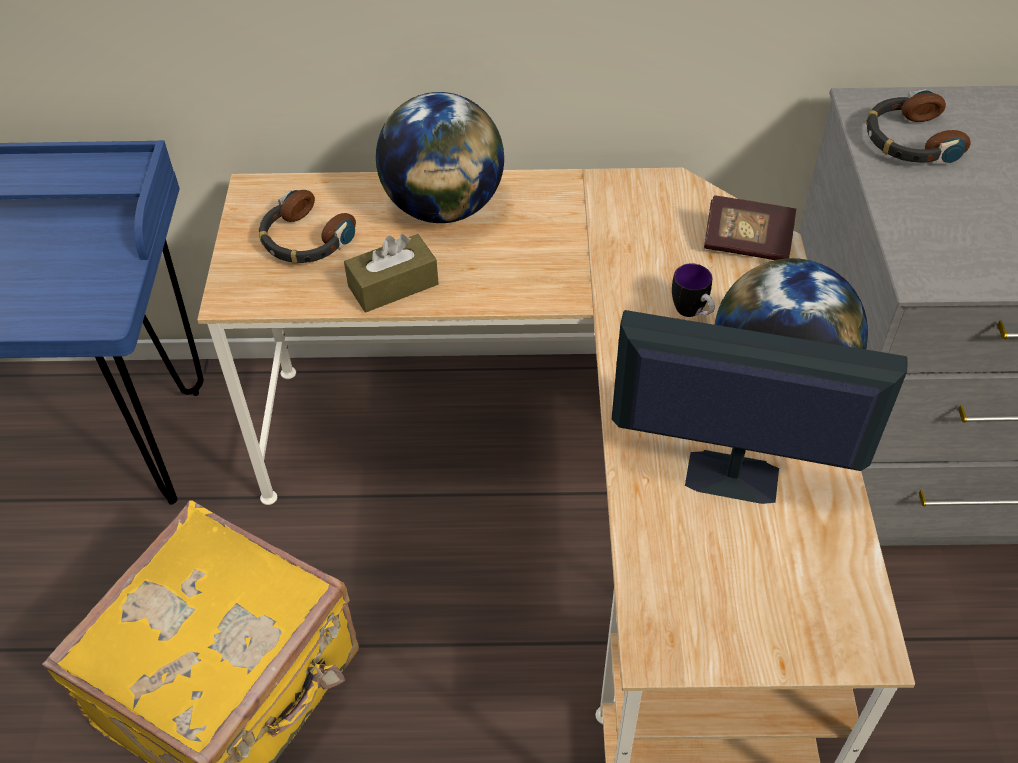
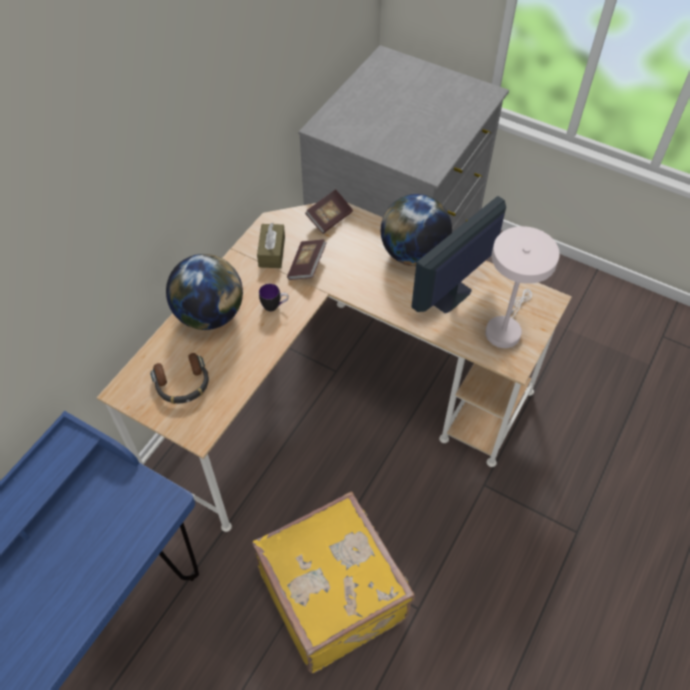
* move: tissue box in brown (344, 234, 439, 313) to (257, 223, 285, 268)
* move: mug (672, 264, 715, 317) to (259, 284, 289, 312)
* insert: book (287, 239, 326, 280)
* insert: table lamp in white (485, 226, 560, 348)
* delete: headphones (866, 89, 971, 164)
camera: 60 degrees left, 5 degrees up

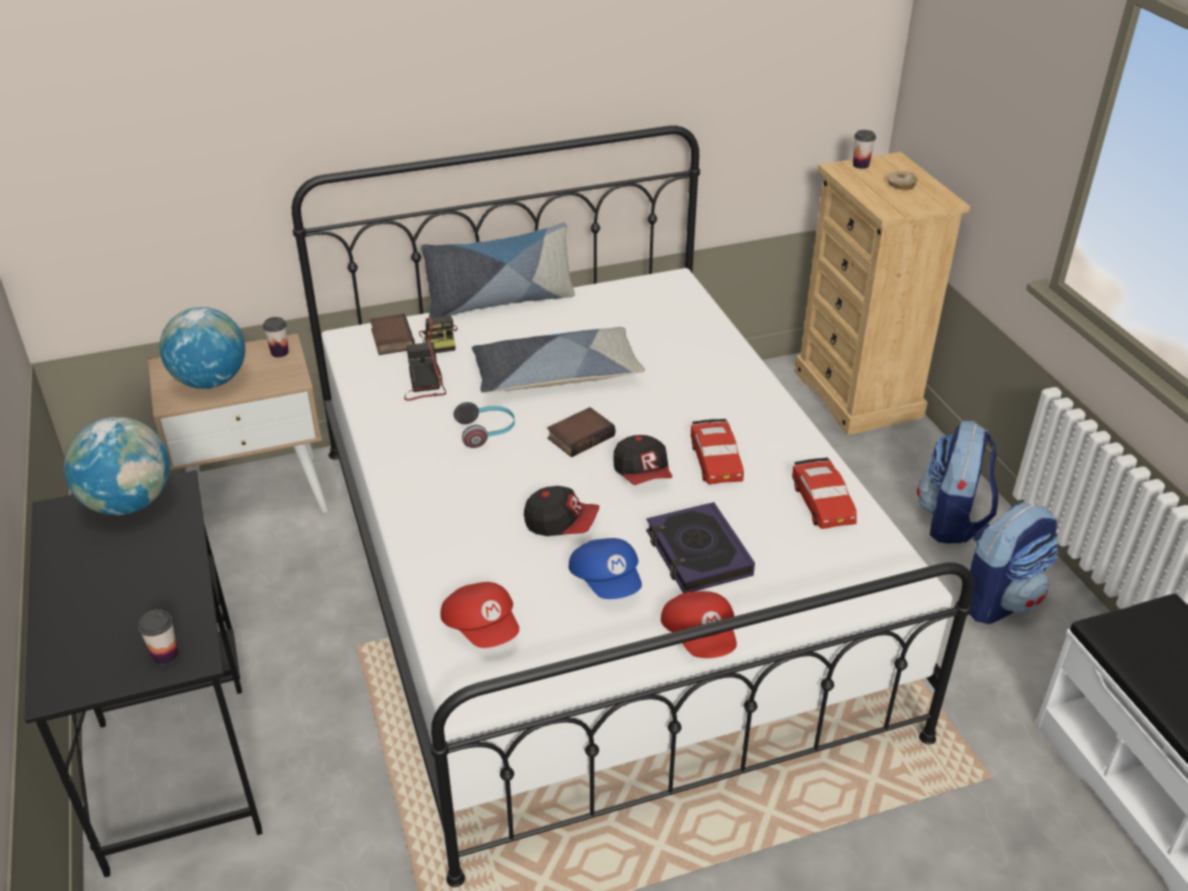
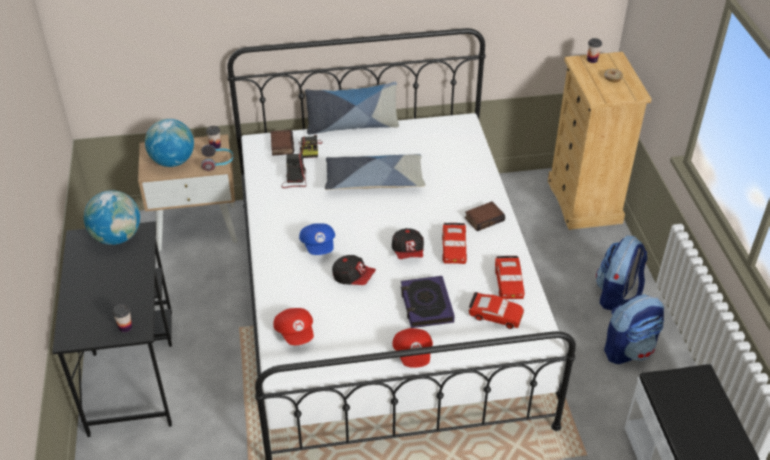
* move: headphones (454, 402, 515, 448) to (201, 145, 233, 171)
* move: cap in blue (569, 538, 642, 599) to (299, 223, 335, 255)
* move: book (547, 407, 615, 457) to (465, 202, 505, 231)
* insert: toy car in red (468, 292, 524, 329)
camera: 10 degrees right, 5 degrees up

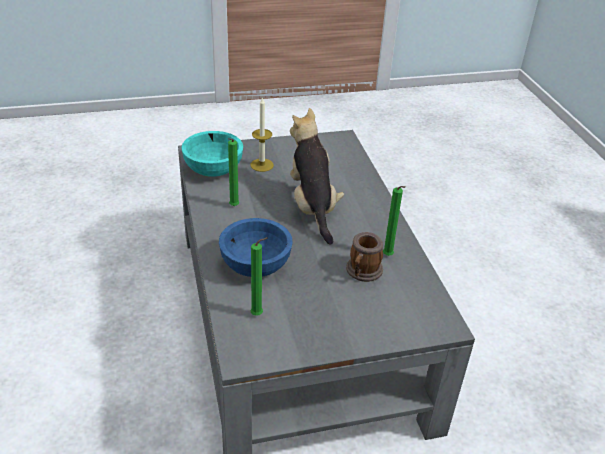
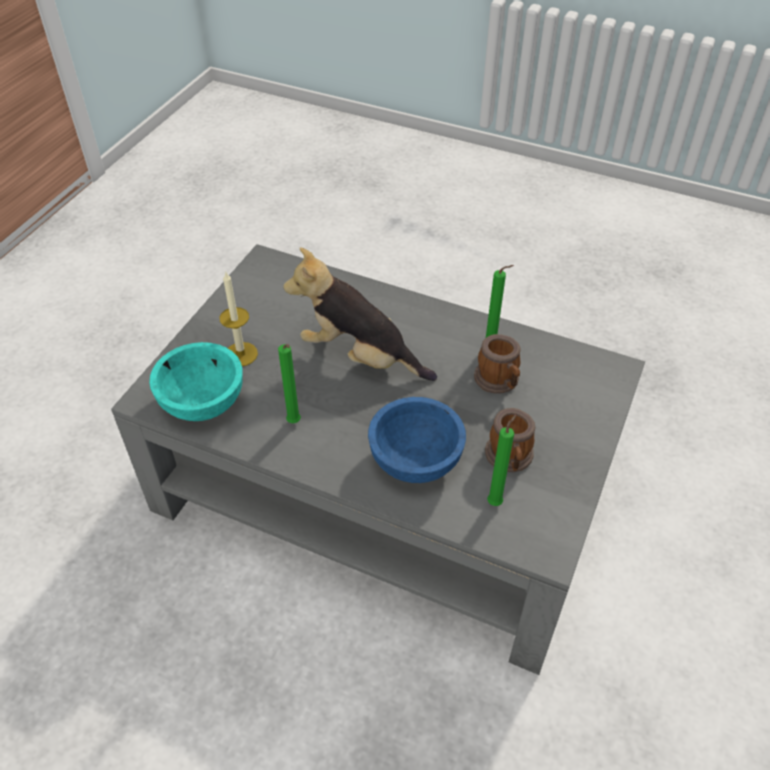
* insert: mug (485, 408, 535, 472)
camera: 50 degrees left, 10 degrees up

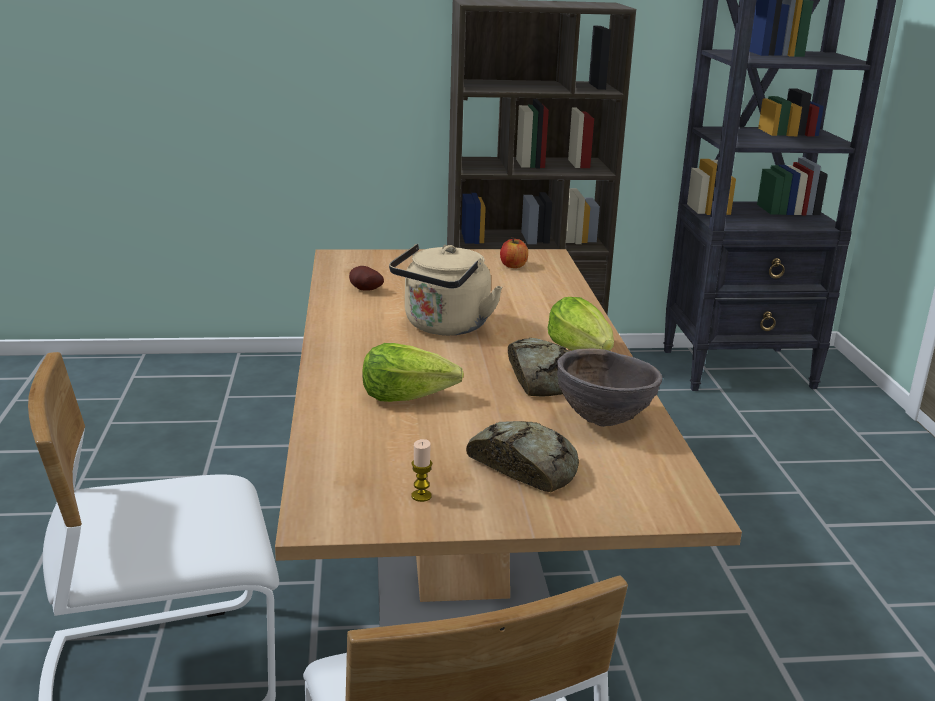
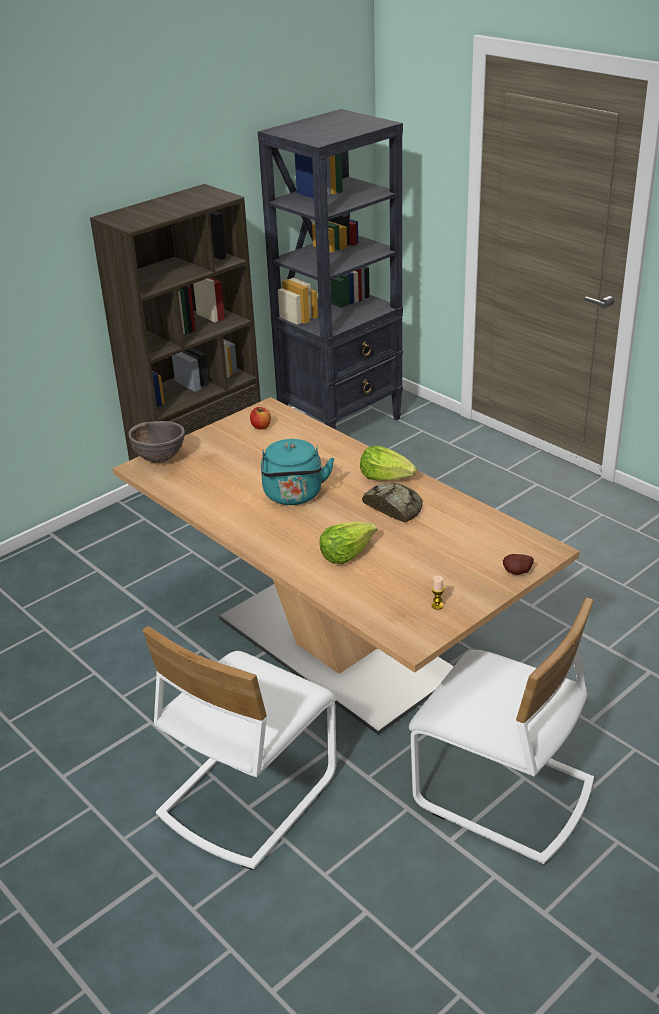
* move: bowl in brown (557, 349, 662, 427) to (128, 421, 185, 463)
* recolor: kettle in beige (389, 244, 503, 335) to kettle in turquoise (261, 439, 334, 505)
* move: potato (349, 266, 384, 290) to (503, 554, 534, 575)
* delete: bread (466, 421, 579, 492)
camera: 35 degrees left, 10 degrees up

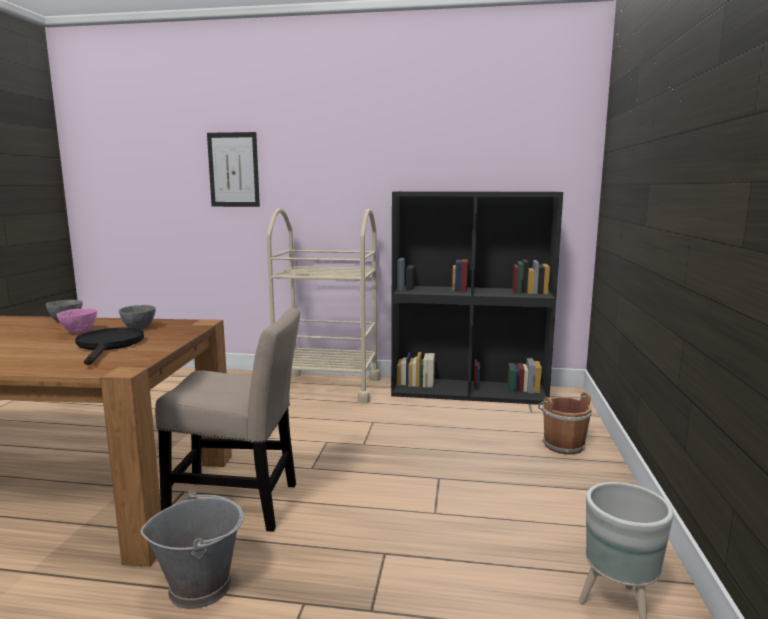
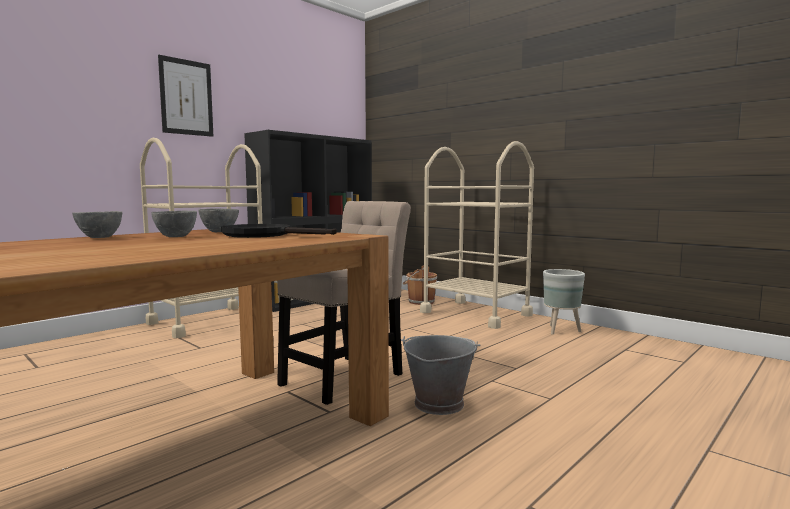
* recolor: bowl in pink (57, 308, 97, 334) to bowl in grey (151, 211, 197, 237)
* move: picture (207, 132, 260, 207) to (158, 55, 213, 137)
* insert: cart in beige (420, 141, 534, 329)
camera: 55 degrees left, 5 degrees down

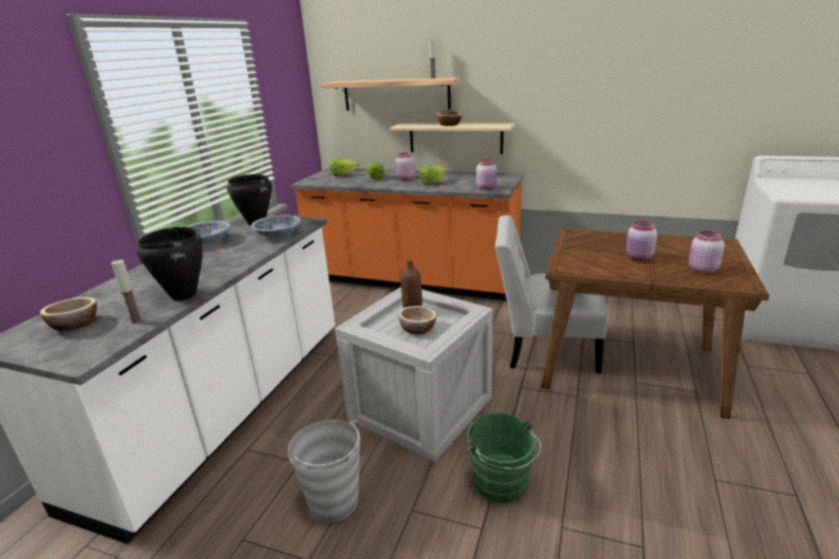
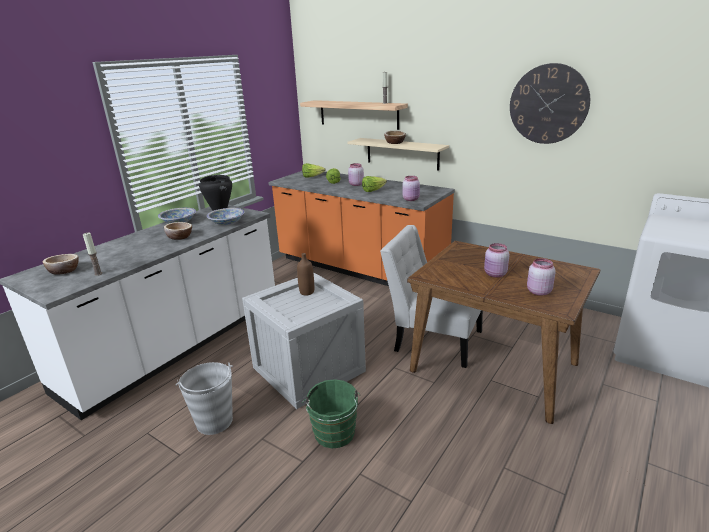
* move: bowl (398, 306, 437, 334) to (164, 222, 192, 240)
* insert: wall clock (510, 63, 590, 144)
* delete: cooking pot in black (137, 227, 204, 301)
camera: 15 degrees right, 0 degrees up

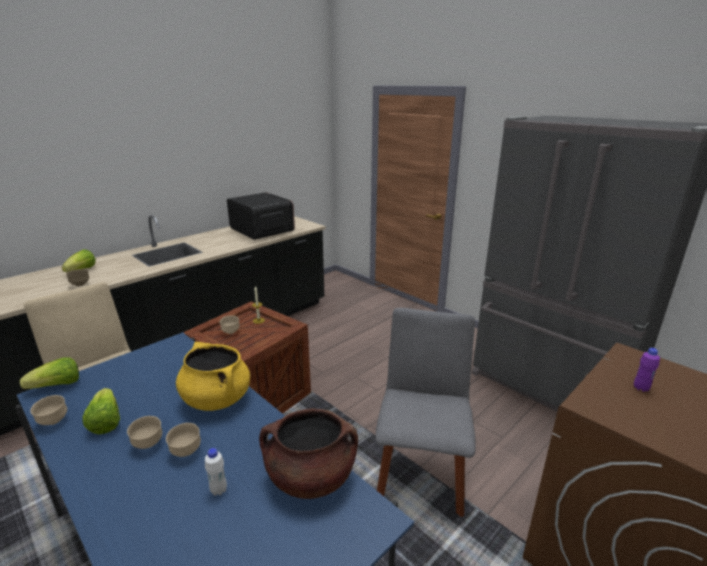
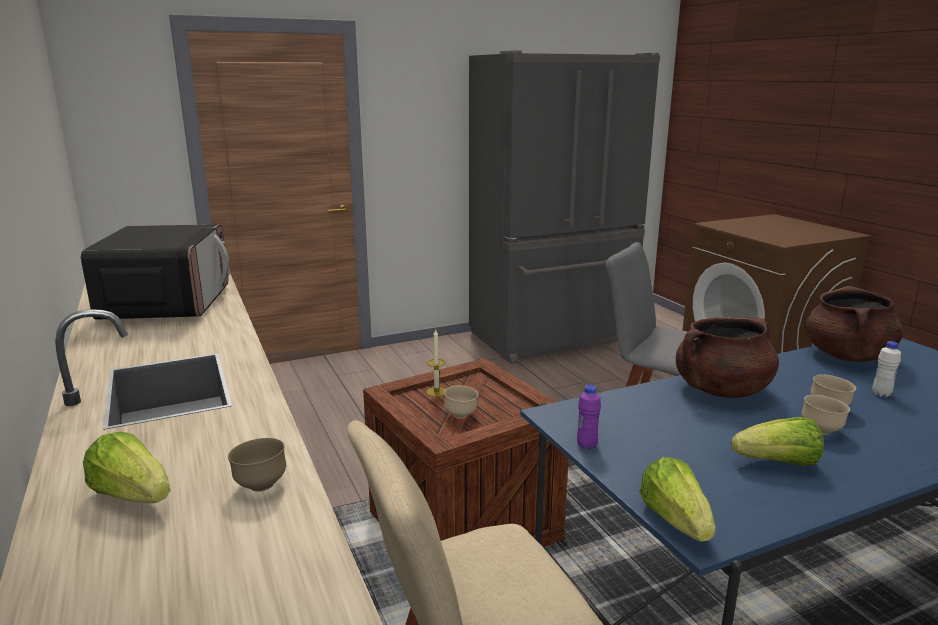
* rotate: microwave (227, 192, 295, 240) = (81, 224, 230, 320) 105 degrees clockwise
* move: bottle in purple (634, 348, 660, 392) to (577, 385, 601, 449)
* recolor: cooking pot in yellow (176, 342, 250, 411) to cooking pot in brown (676, 317, 779, 398)
* delete: bowl in beige (30, 395, 67, 425)
camera: 70 degrees left, 5 degrees down

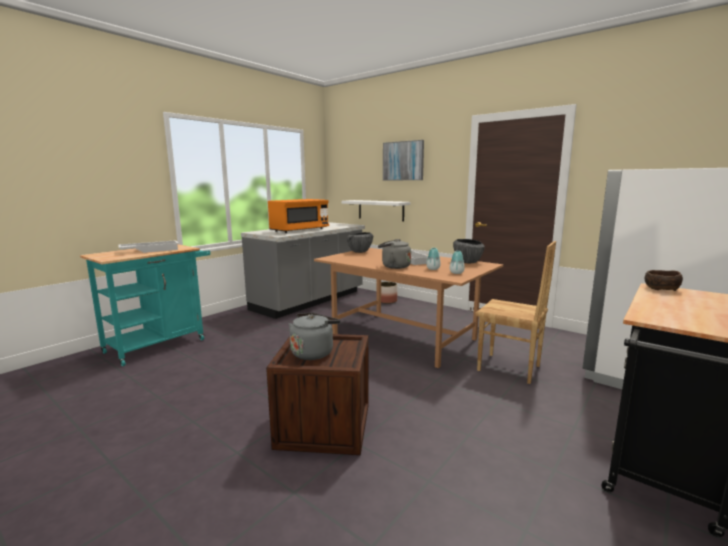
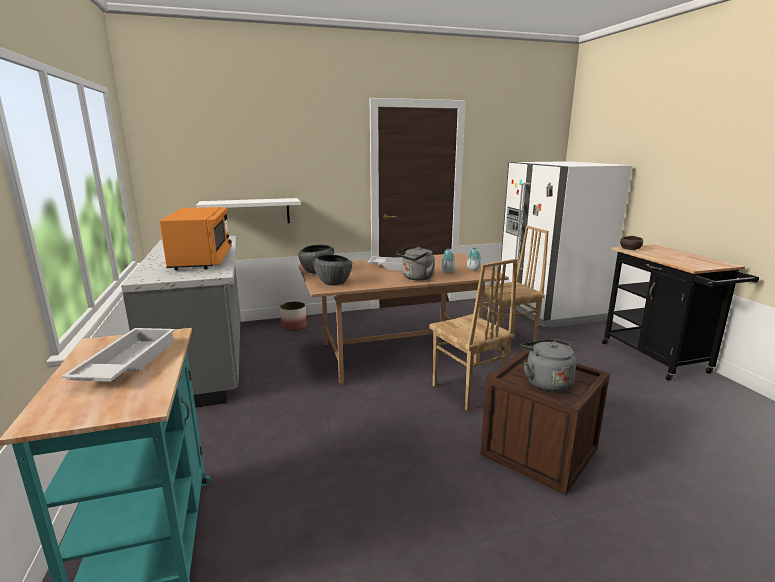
* move: bowl (453, 239, 485, 263) to (313, 255, 352, 286)
* insert: chair in brown (429, 259, 517, 411)
* delete: picture (383, 140, 424, 180)
camera: 55 degrees left, 5 degrees up

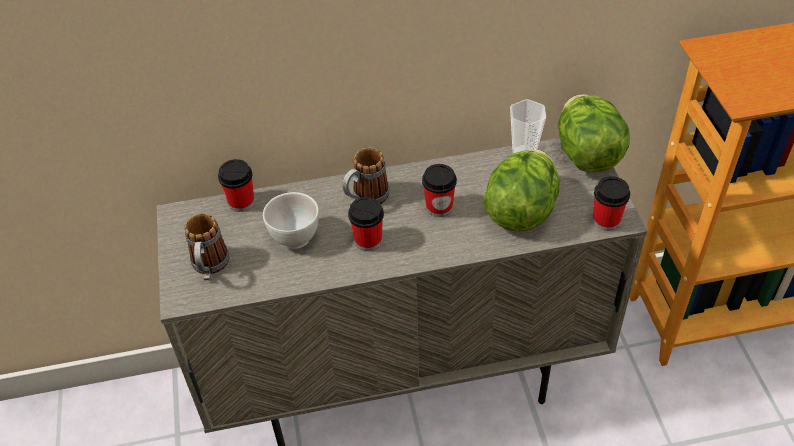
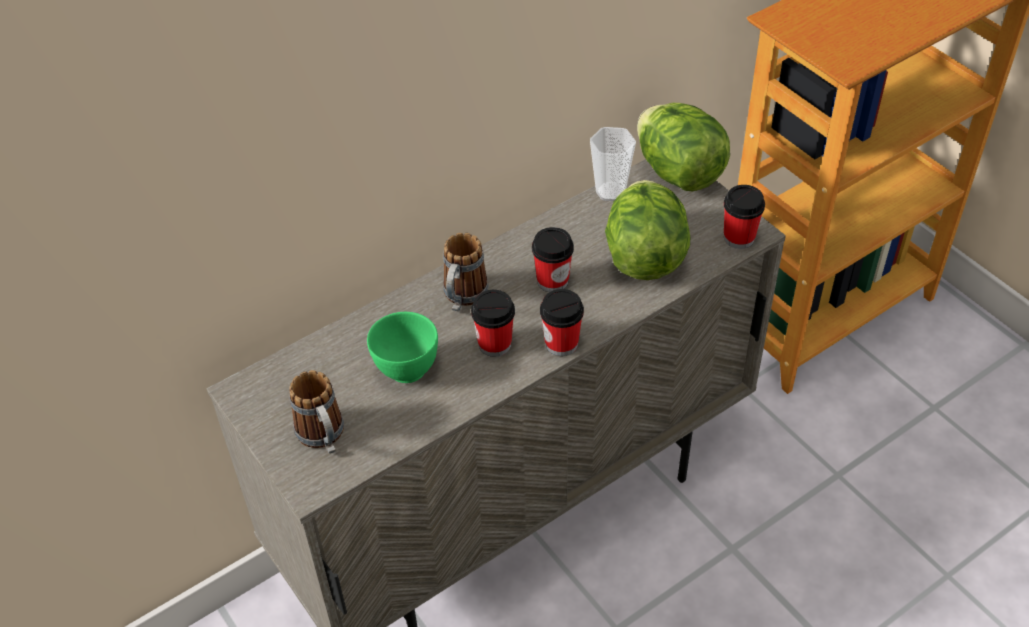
* recolor: bowl in white (263, 192, 319, 249) to bowl in green (367, 312, 438, 383)
* move: cup (218, 159, 254, 212) to (540, 289, 584, 356)
camera: 25 degrees left, 0 degrees up

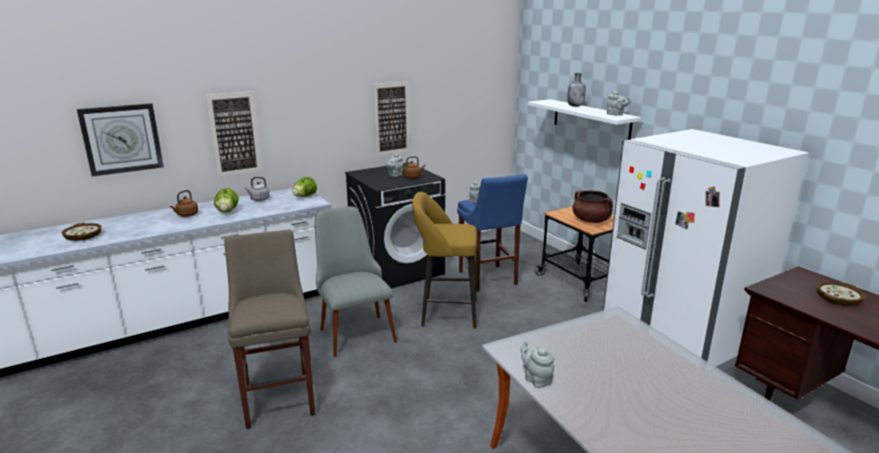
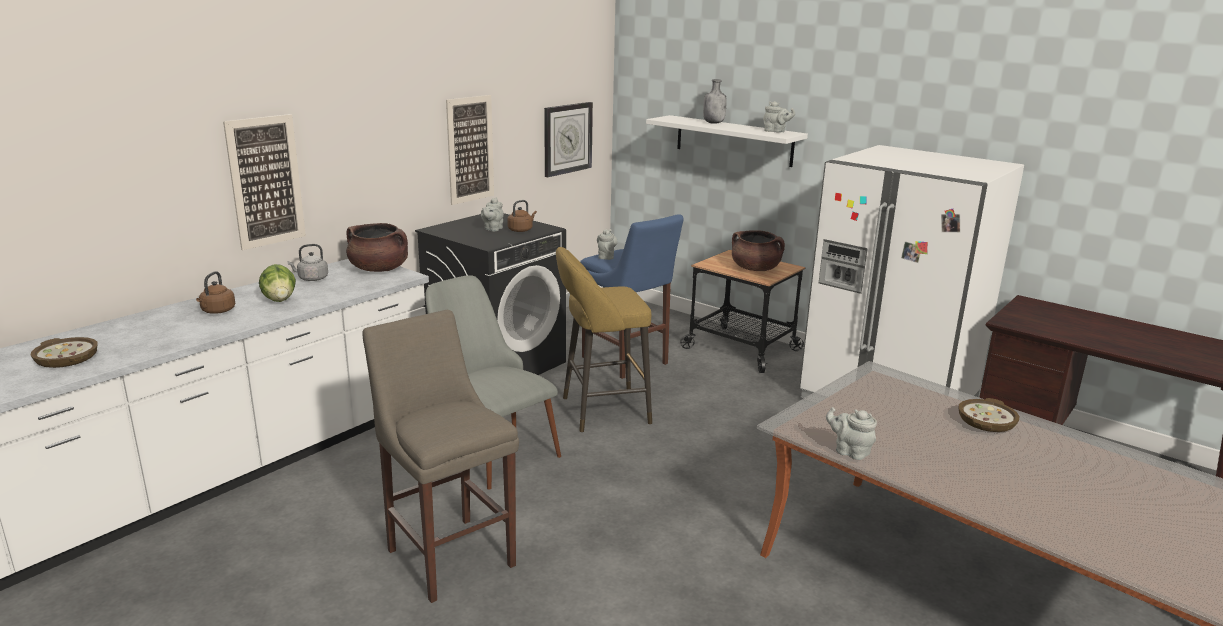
* replace: lettuce (292, 177, 317, 197) to cooking pot in brown (346, 223, 408, 272)
* move: wall clock (77, 103, 164, 176) to (544, 102, 593, 177)
* move: bowl (816, 282, 865, 306) to (958, 398, 1019, 432)
camera: 20 degrees left, 0 degrees up

